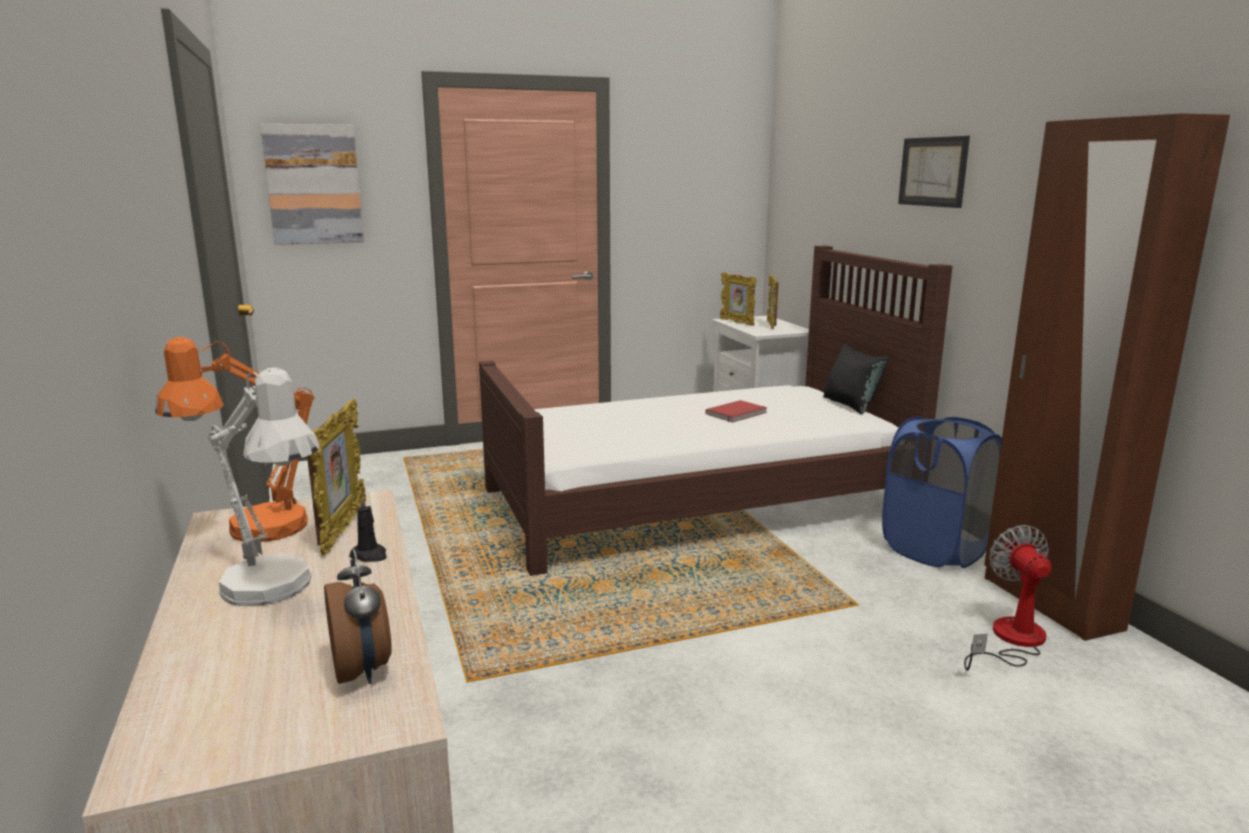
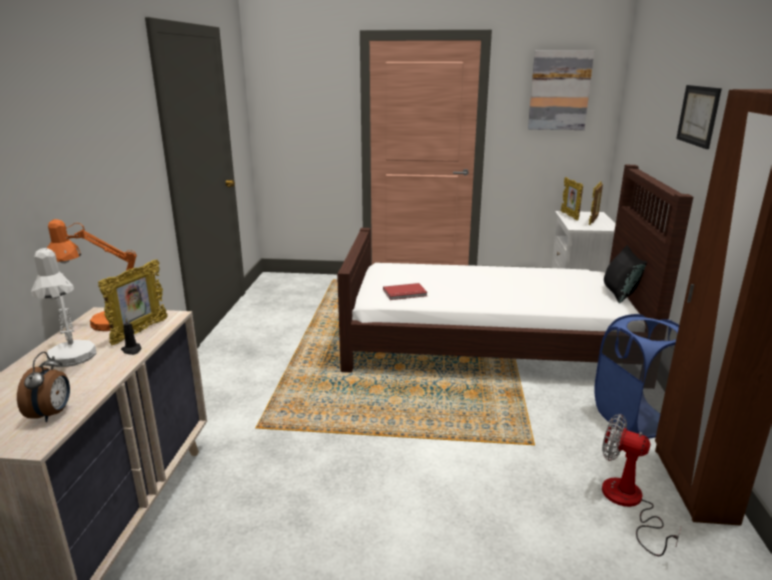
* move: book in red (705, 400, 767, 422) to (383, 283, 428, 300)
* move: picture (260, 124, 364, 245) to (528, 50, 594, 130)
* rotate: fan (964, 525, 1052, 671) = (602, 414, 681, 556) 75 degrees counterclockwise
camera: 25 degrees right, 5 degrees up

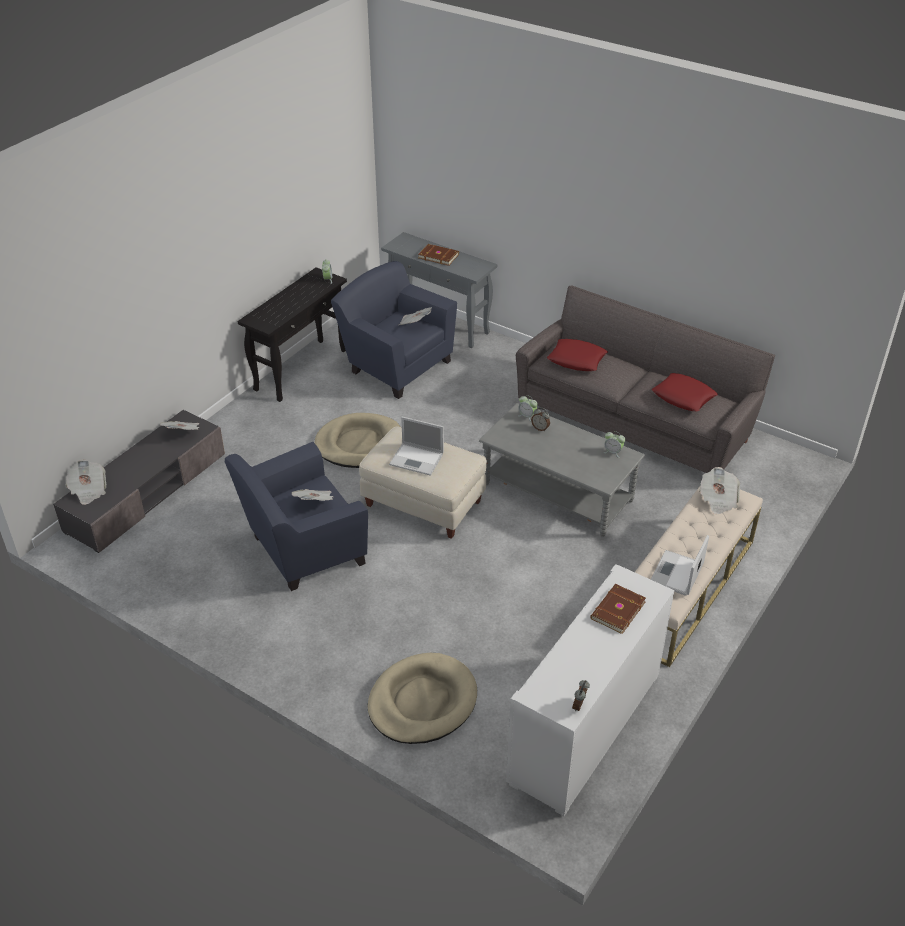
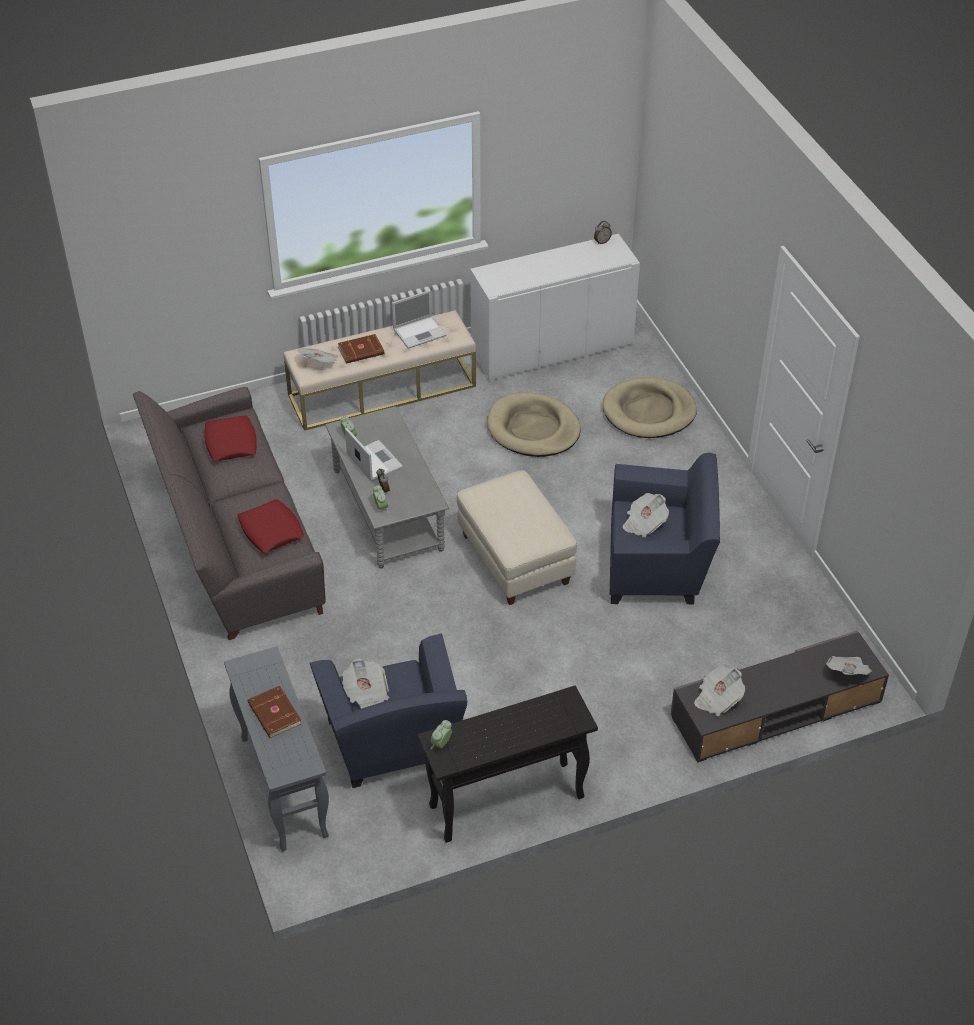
* move: book in brown (590, 584, 646, 634) to (338, 334, 385, 364)
* move: laptop (389, 417, 444, 476) to (345, 427, 403, 481)
* move: dog bed in beige (315, 413, 401, 468) to (487, 393, 581, 457)
camera: 145 degrees left, 5 degrees up

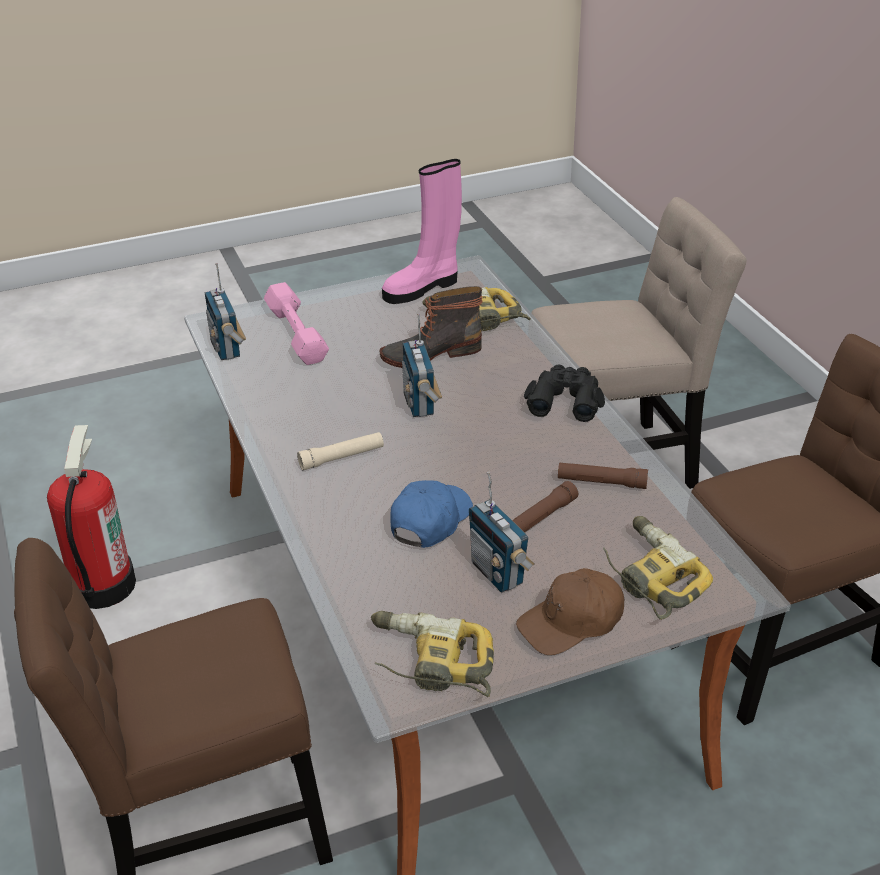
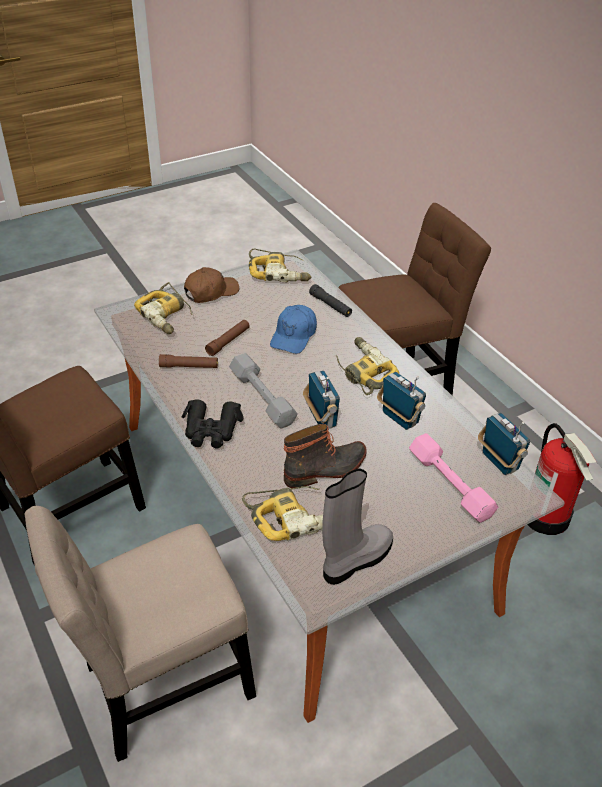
* insert: dumbbell in grey (229, 353, 298, 428)
* insert: flashlight in black (309, 284, 352, 317)
* recolor: boot in pink (382, 159, 462, 304) to boot in grey (322, 469, 393, 585)
* replace: flashlight in beige (297, 432, 384, 470) to power drill (336, 337, 399, 395)
* move: radio (469, 472, 535, 593) to (377, 372, 426, 430)
camera: 170 degrees right, 5 degrees up

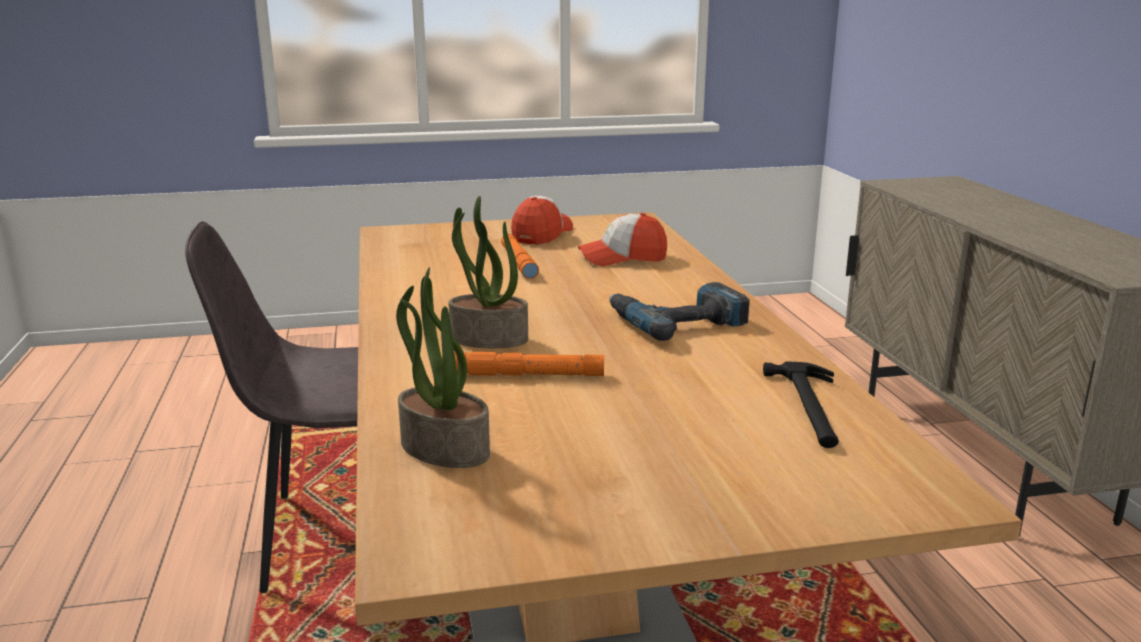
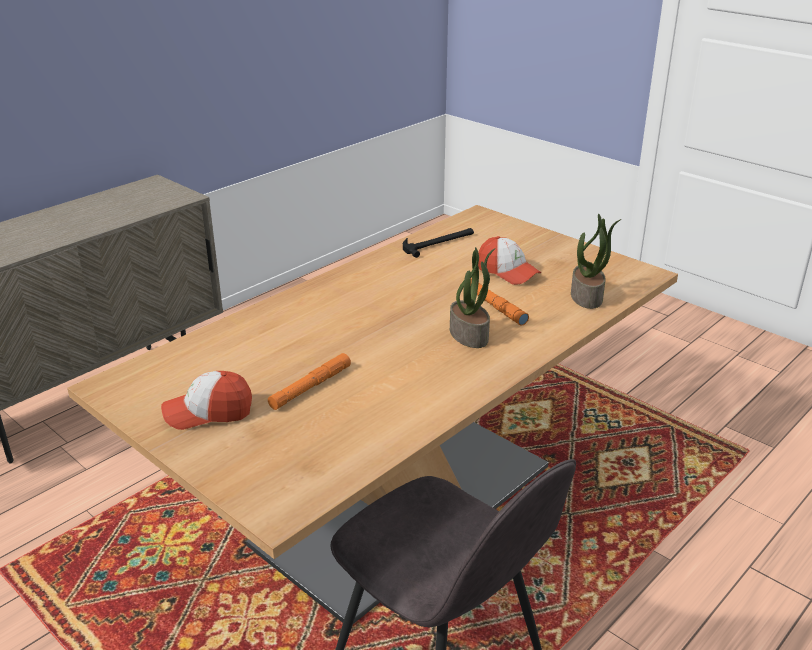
* move: cap (578, 213, 667, 266) to (478, 236, 542, 285)
* delete: power drill (609, 282, 750, 341)
camera: 125 degrees left, 10 degrees up

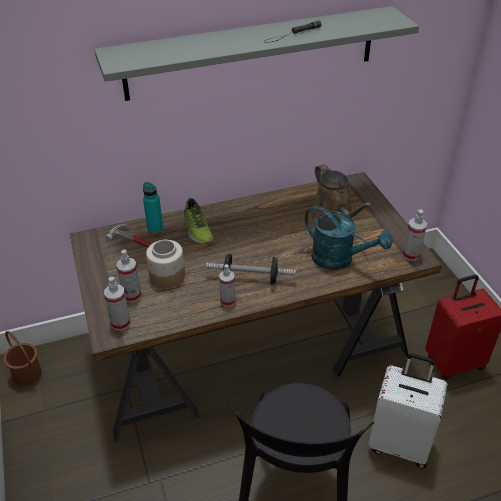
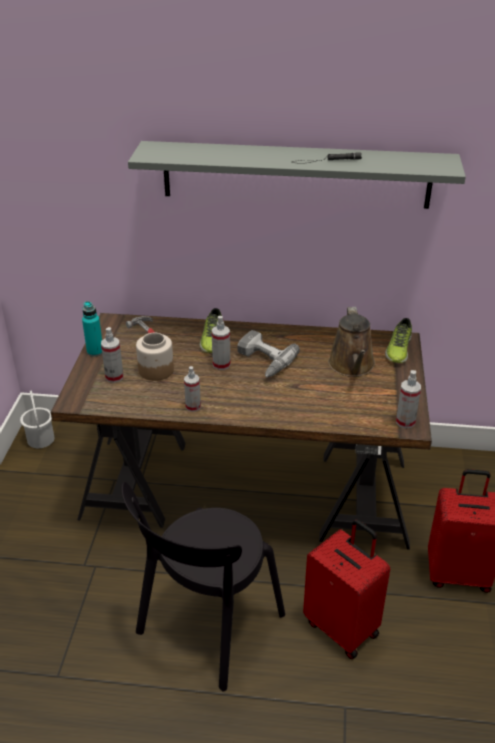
* recolor: bucket in brown (3, 331, 42, 386) to bucket in white (20, 391, 55, 448)
* move: bottle in turquoise (143, 182, 163, 233) to (82, 301, 102, 357)
* move: spray bottle (104, 277, 130, 331) to (211, 316, 231, 370)
* insert: power drill (237, 330, 300, 377)
* recolor: suitcase in white (369, 353, 447, 468) to suitcase in red (303, 519, 390, 659)
* insert: shoe (385, 318, 412, 363)
* delete: dumbbell (206, 254, 296, 285)
* delete: watering can in turquoise (305, 205, 393, 270)
camera: 25 degrees right, 5 degrees down

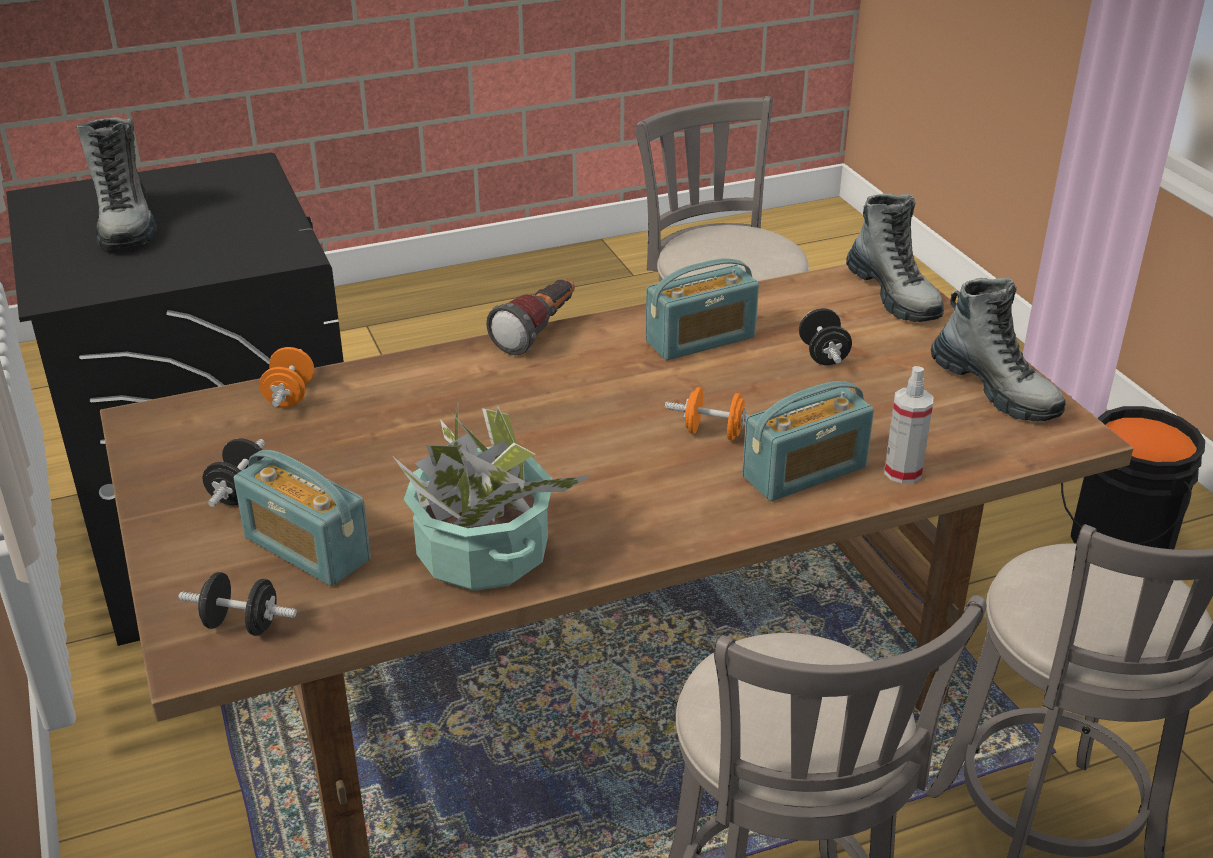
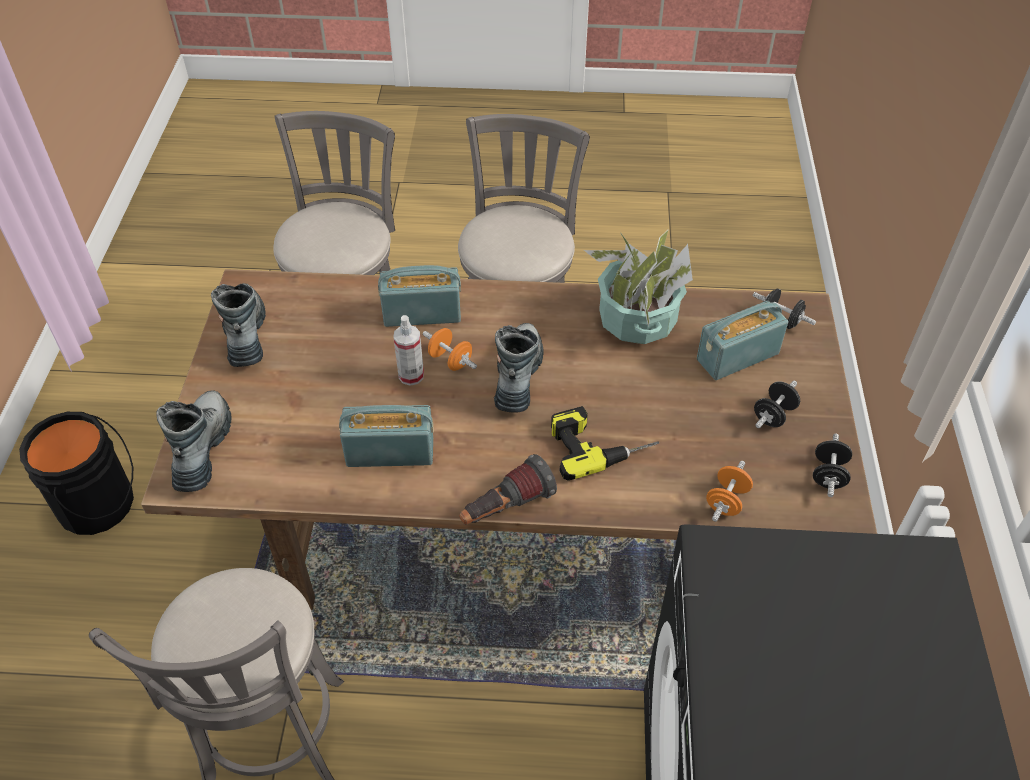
* move: spray bottle (884, 366, 933, 484) to (393, 315, 424, 386)
* move: boot (76, 117, 157, 249) to (494, 323, 544, 413)
* insert: power drill (551, 406, 659, 481)
* rotate: radio (234, 450, 371, 586) = (697, 301, 788, 380) 90 degrees counterclockwise
* move: dumbbell in black (799, 308, 852, 365) to (813, 434, 852, 497)
camera: 155 degrees left, 15 degrees up

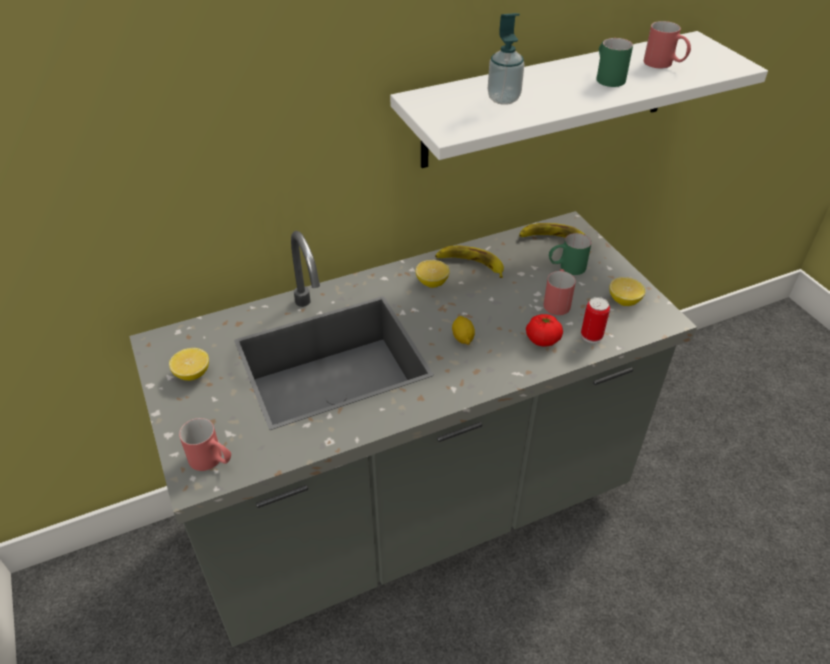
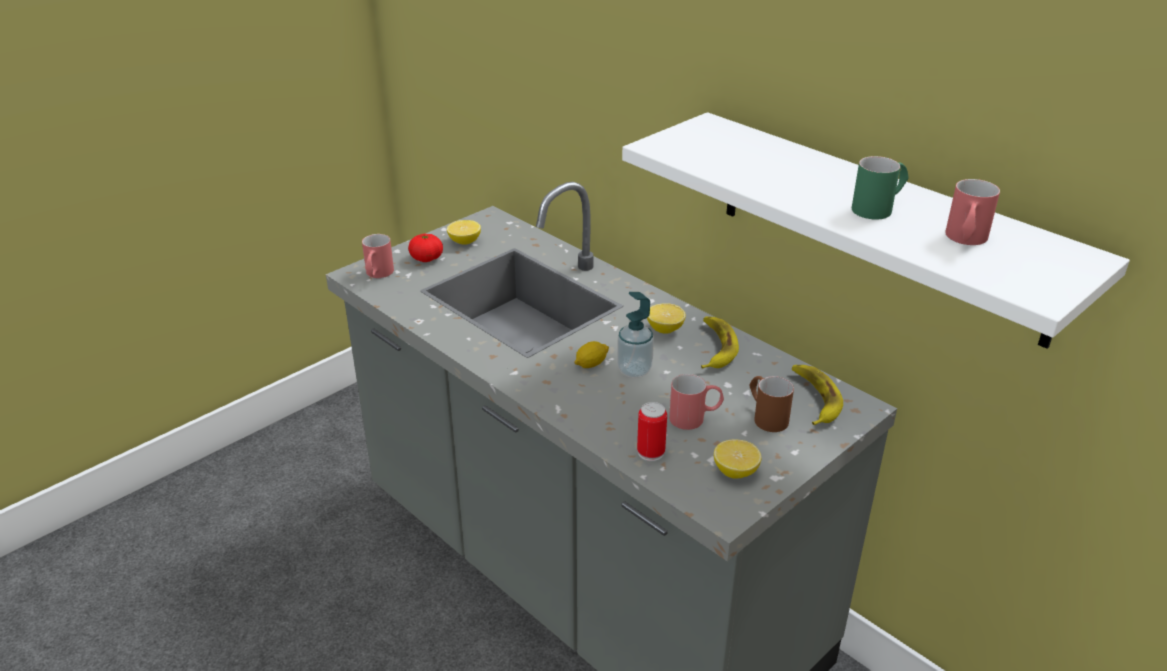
* move: tomato (526, 314, 563, 346) to (408, 233, 443, 262)
* move: soap dispenser (488, 13, 524, 105) to (617, 292, 654, 378)
* recolor: mug in green (549, 233, 592, 275) to mug in brown (749, 376, 794, 432)
camera: 70 degrees right, 10 degrees down

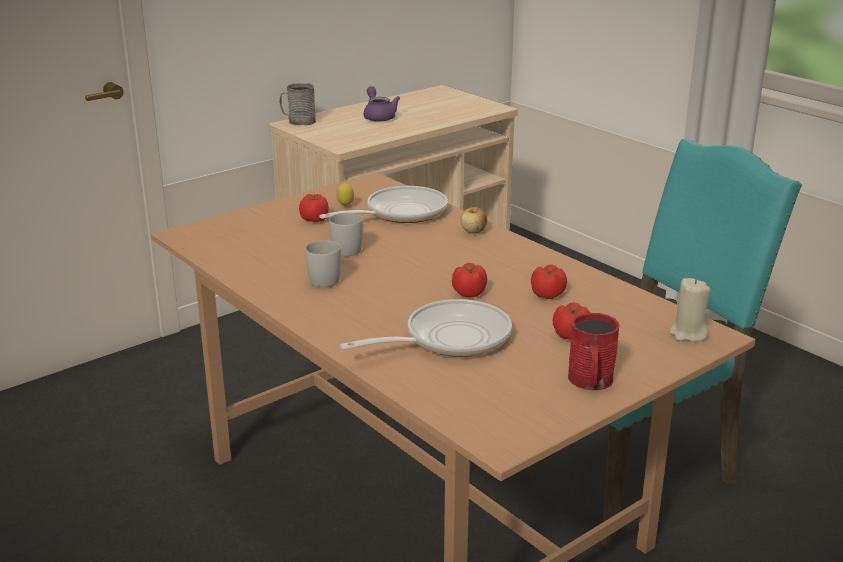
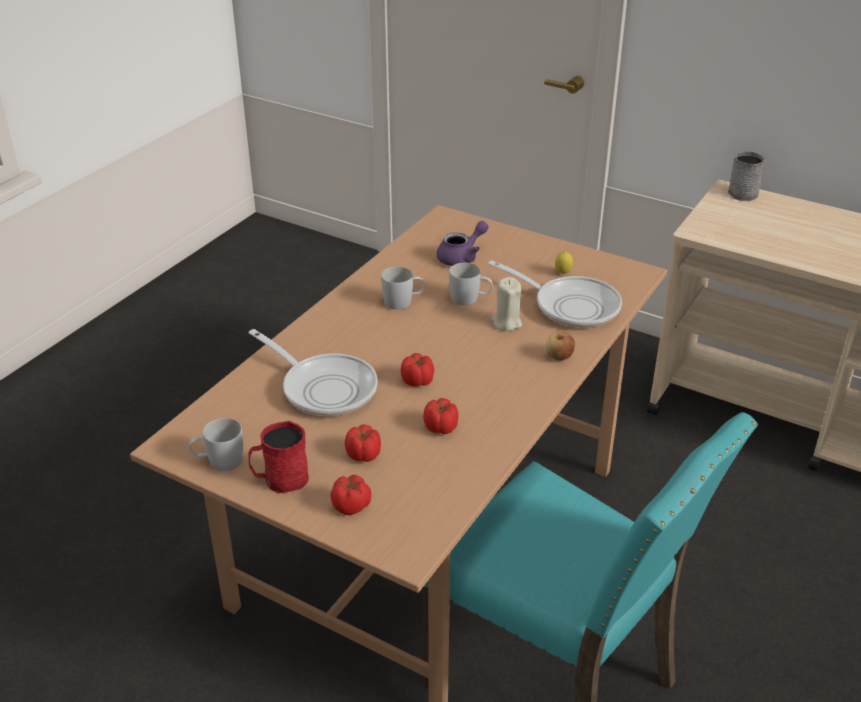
* insert: mug in white (189, 418, 243, 471)
* move: tomato (299, 194, 329, 222) to (330, 475, 372, 515)
* move: teapot in purple (363, 86, 400, 122) to (437, 221, 488, 266)
* move: candle in beige (669, 278, 710, 342) to (491, 277, 522, 331)
camera: 70 degrees right, 10 degrees up

